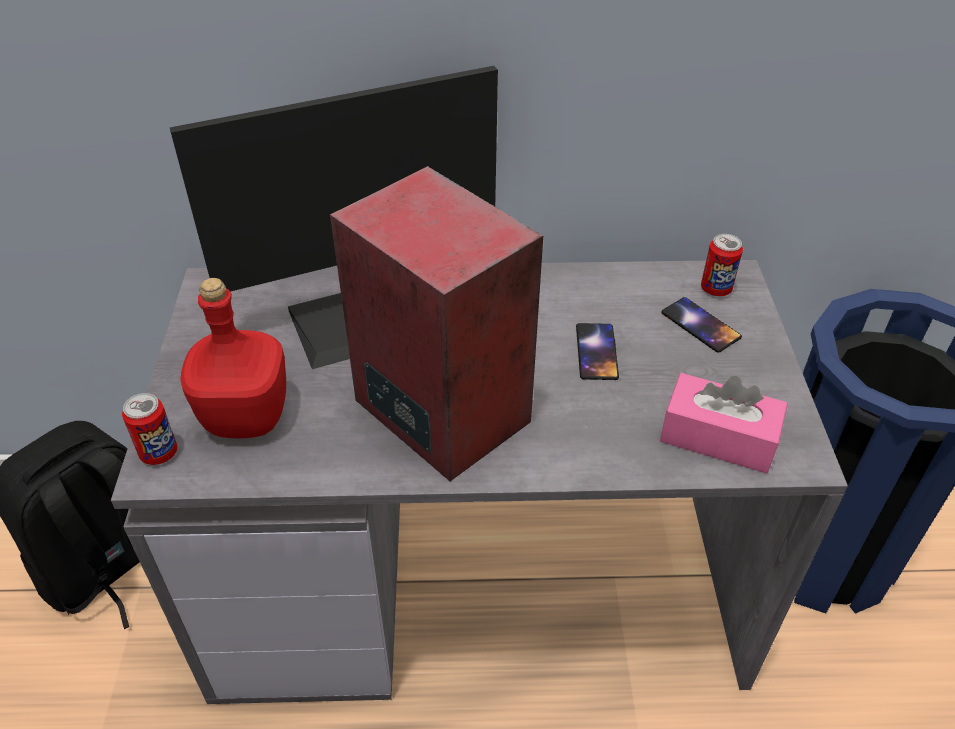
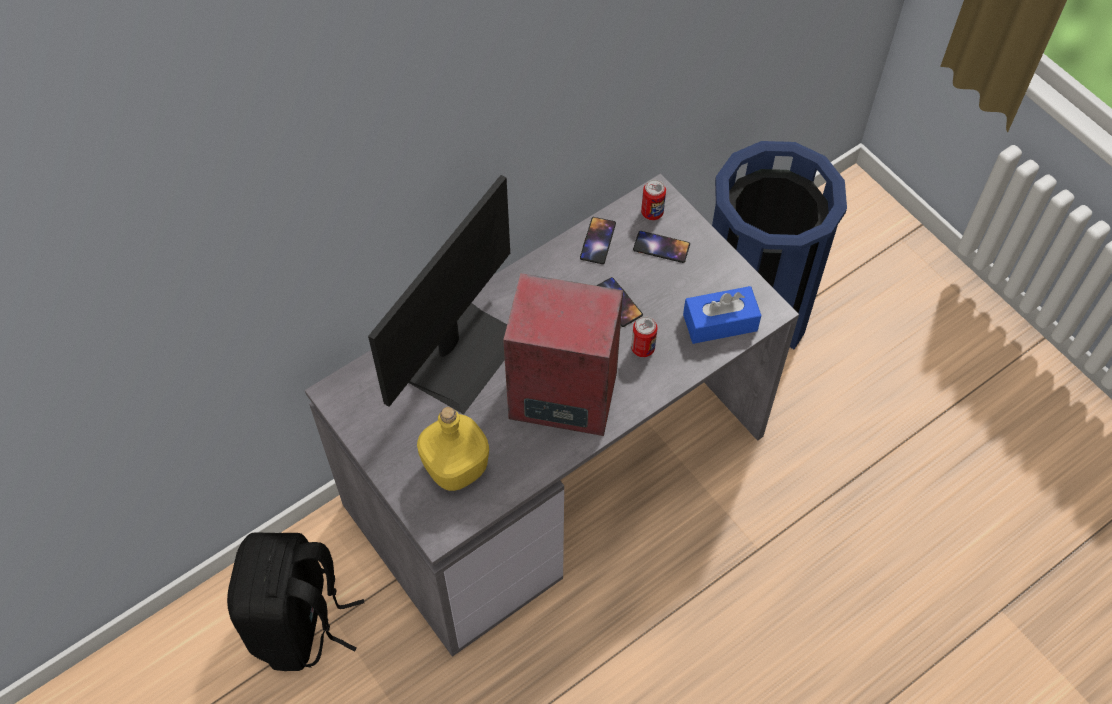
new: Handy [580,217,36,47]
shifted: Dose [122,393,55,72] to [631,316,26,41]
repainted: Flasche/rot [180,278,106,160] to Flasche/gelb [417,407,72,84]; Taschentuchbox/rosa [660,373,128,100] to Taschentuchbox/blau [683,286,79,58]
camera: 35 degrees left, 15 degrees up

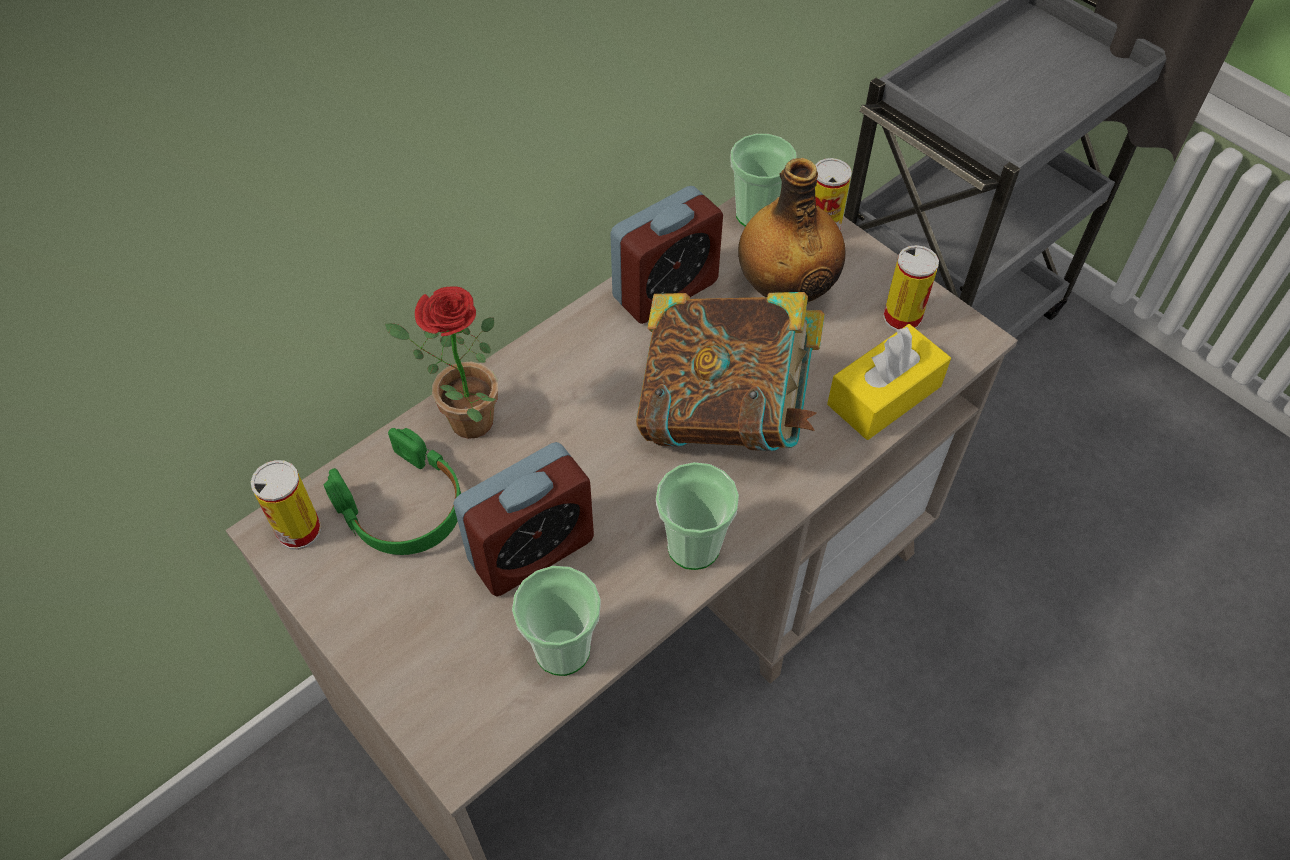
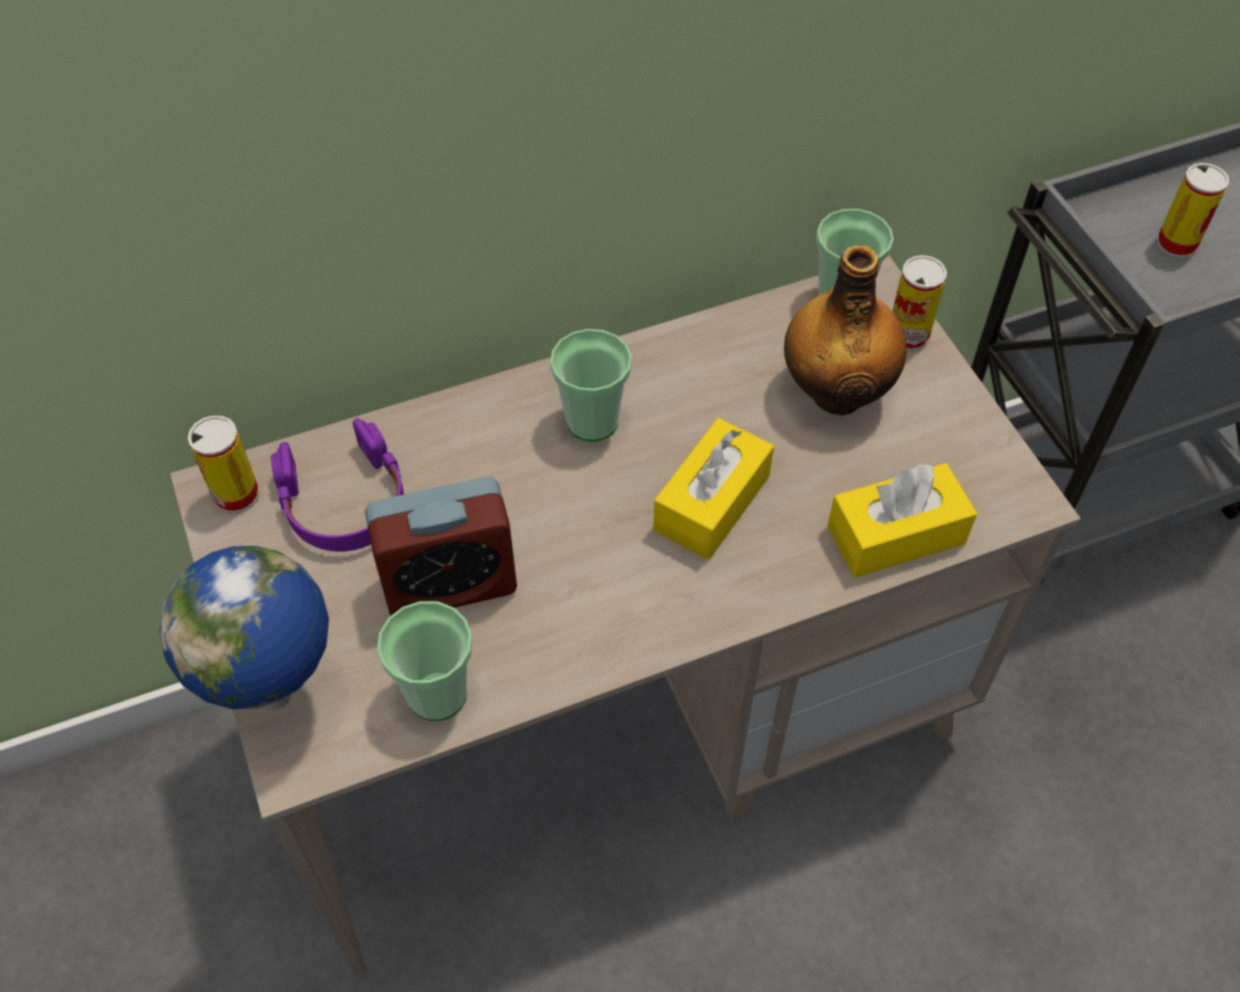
gone: Wecker [610,186,113,138]; Topfpflanze [385,286,113,153]
new: Globus [159,546,170,164]
shifted: Dose [883,245,56,86] to [1157,163,72,95]; Tasse [656,462,83,108] to [550,329,82,113]
swapped: Buch [636,292,189,159] to Taschentuchbox/gelb [653,418,121,142]
repainted: Kopfhörer/grün [324,428,137,127] to Kopfhörer/lila [271,418,133,134]
camera: 20 degrees right, 0 degrees up

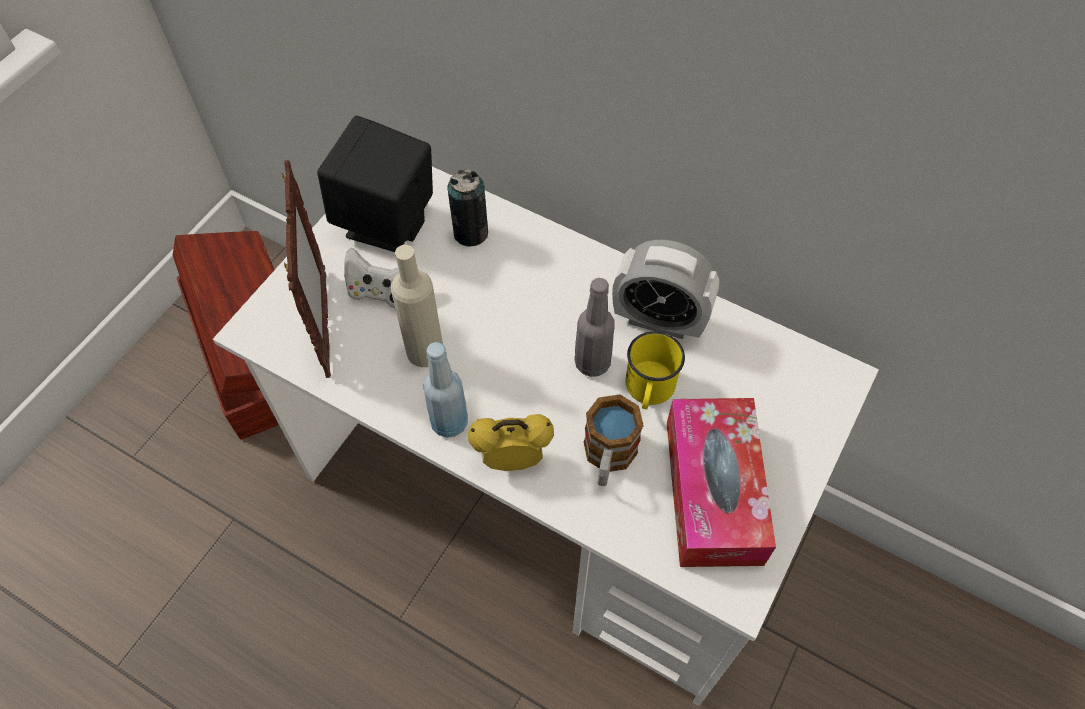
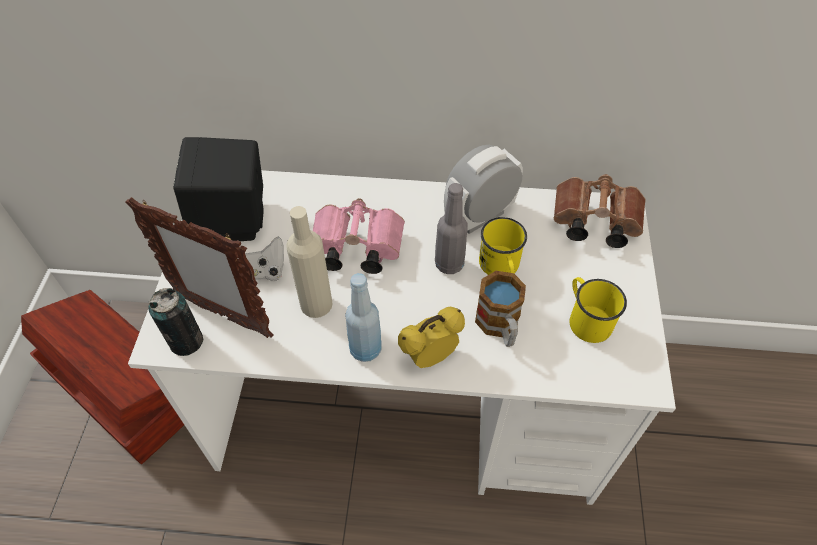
new: Fernglas/braun [554,174,92,74]; Fernglas/rosa [313,198,92,76]
shifted: Dose [448,170,40,77] to [148,288,55,68]
swapped: Taschentuchbox [667,398,109,169] to Henkelbecher/gelb [570,277,57,66]
rotated: Bilderrahmen [282,160,49,218] = [125,197,149,141] 150 degrees clockwise; Wecker [612,240,107,99] = [444,145,79,89] 150 degrees clockwise
camera: 25 degrees left, 5 degrees down

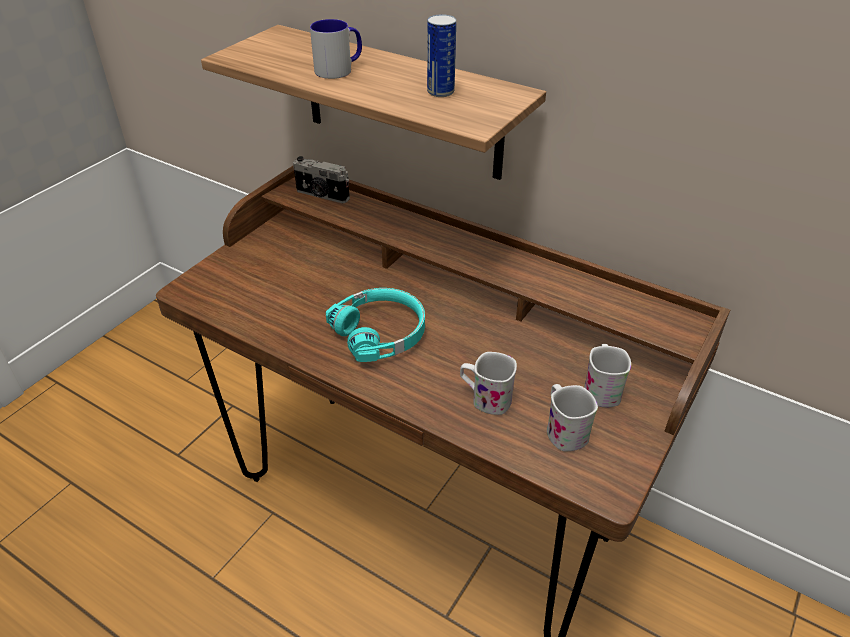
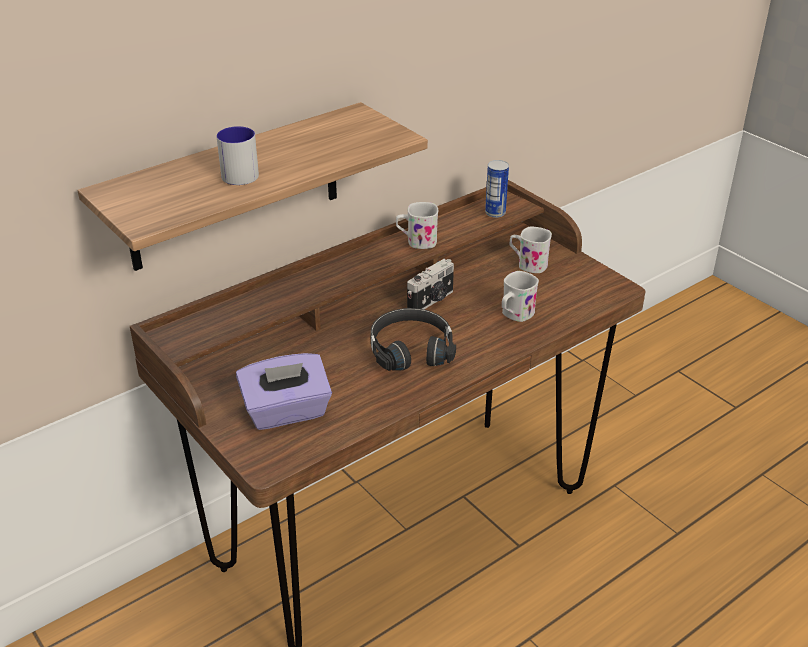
new: Taschentuchbox/lila [236,353,96,77]
shifted: Dose [427,14,29,83] to [485,160,24,58]; Kamera [293,156,57,47] to [407,259,47,50]; Henkelbecher/weiß [547,384,51,67] to [396,202,42,47]
repainted: Kopfhörer/türkis [326,288,99,74] to Kopfhörer/schwarz [370,308,86,63]
camera: 70 degrees left, 5 degrees down

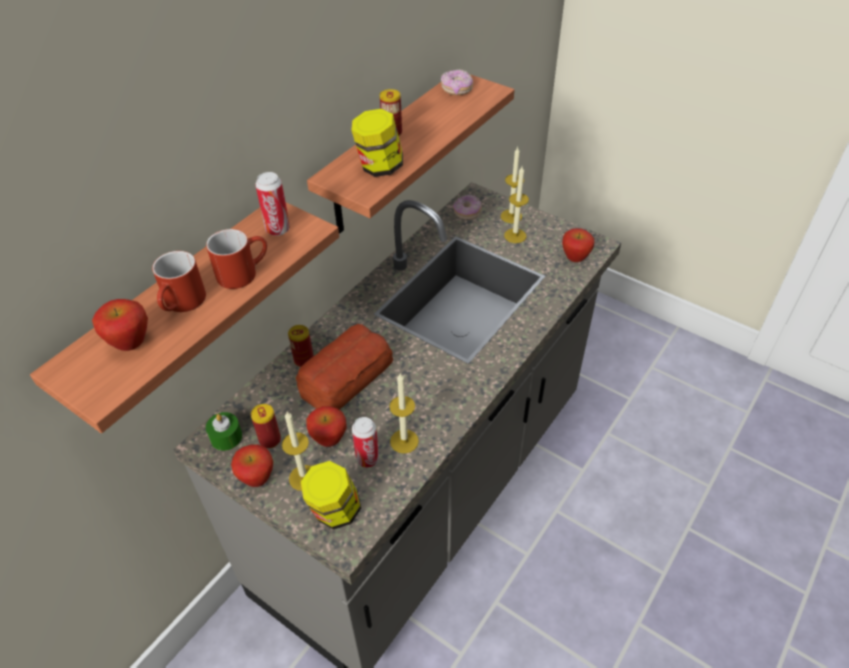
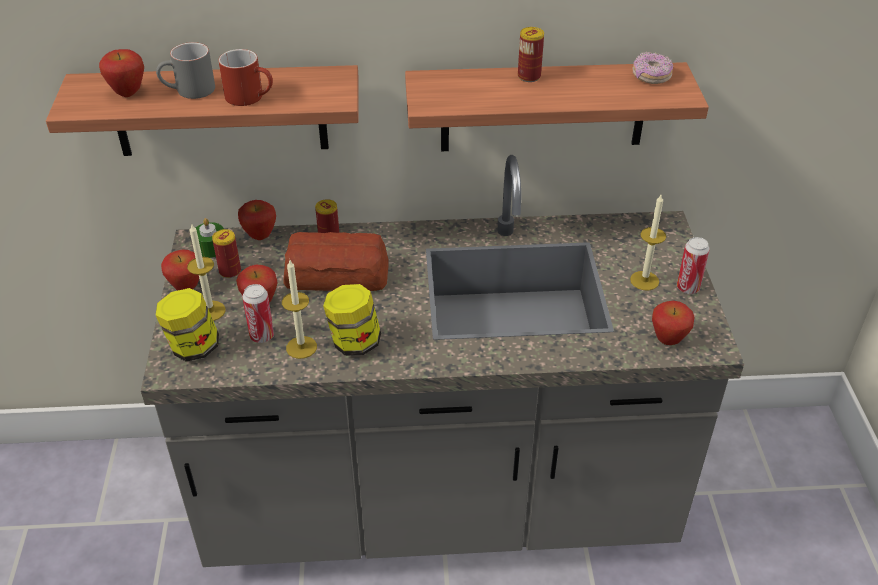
gone: Kerze [501,147,23,76]; Donut [453,194,29,26]
new: Apfel [238,200,38,40]
shifted: Vorratsglas [351,109,52,68] to [323,284,58,72]; Dose [255,172,35,64] to [677,237,33,57]
repainted: Henkelbecher/rot [152,251,54,61] to Henkelbecher/grau [156,42,59,57]
camera: 50 degrees right, 5 degrees down

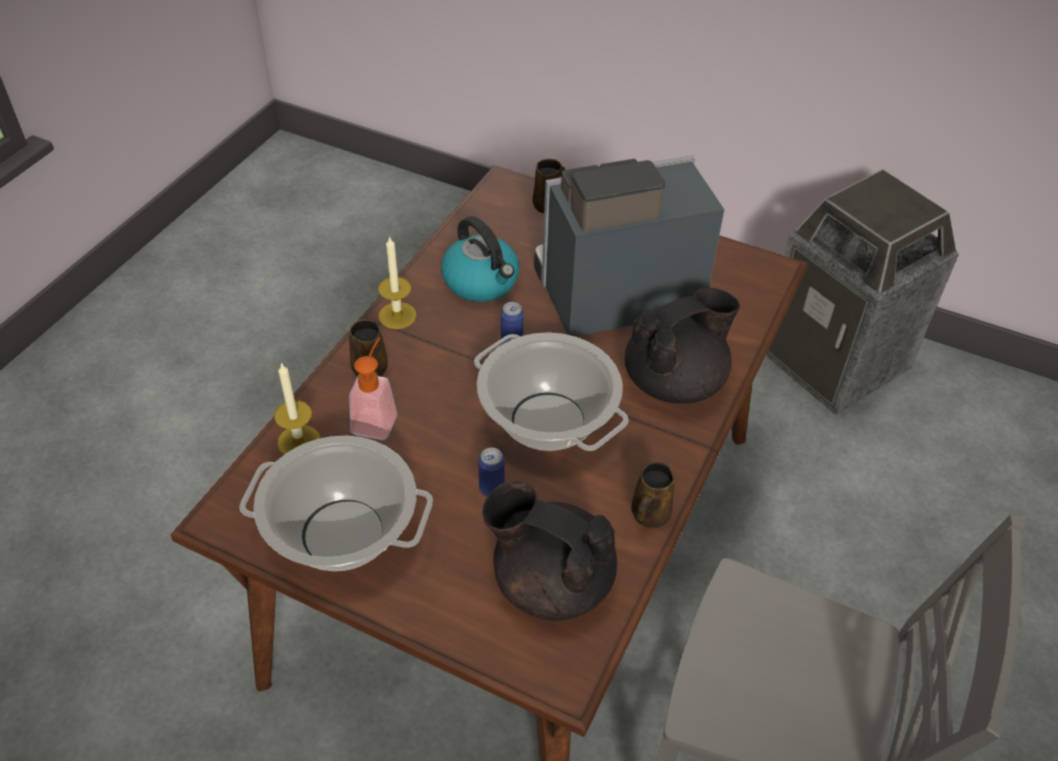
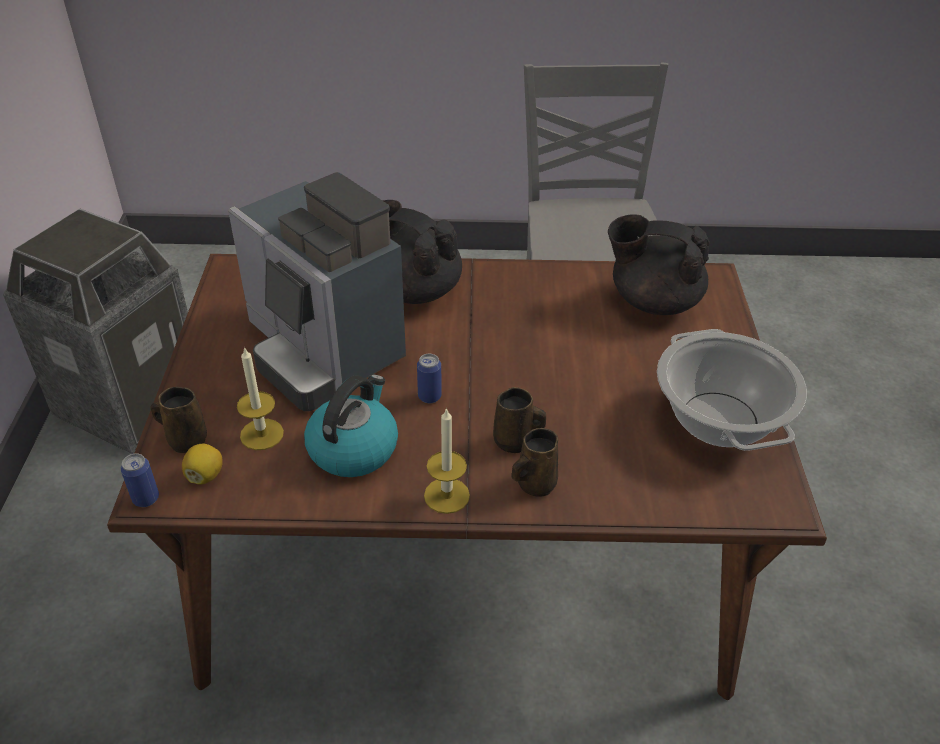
gone: Kochtopf [474,333,155,118]; Seifenspender [349,338,48,102]
new: Zitrone [182,444,41,41]
shifted: Kerze [274,362,46,93] to [237,346,47,104]; Dose [478,448,27,48] to [121,453,38,54]; Henkelbecher/braun [632,462,43,66] to [493,387,53,66]
rotated: Teekanne/schwarz [482,481,135,140] = [608,214,102,101] 105 degrees clockwise
camera: 115 degrees left, 5 degrees down

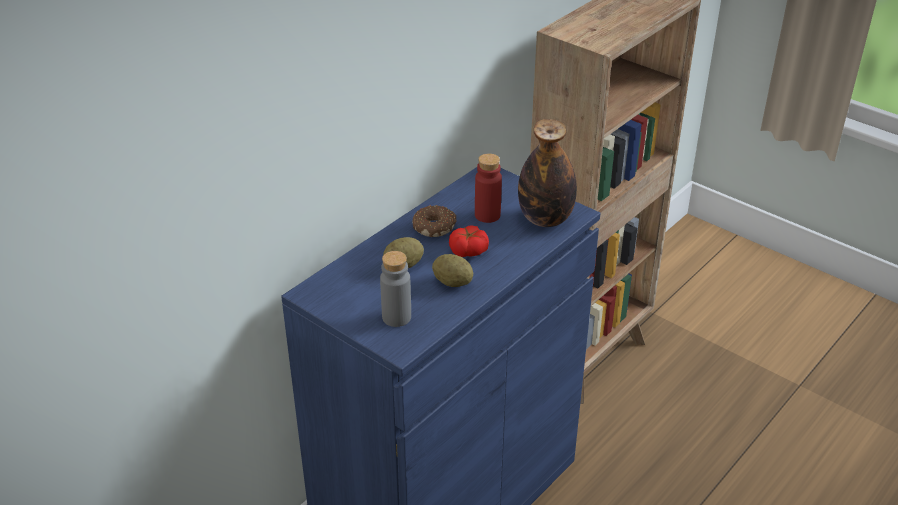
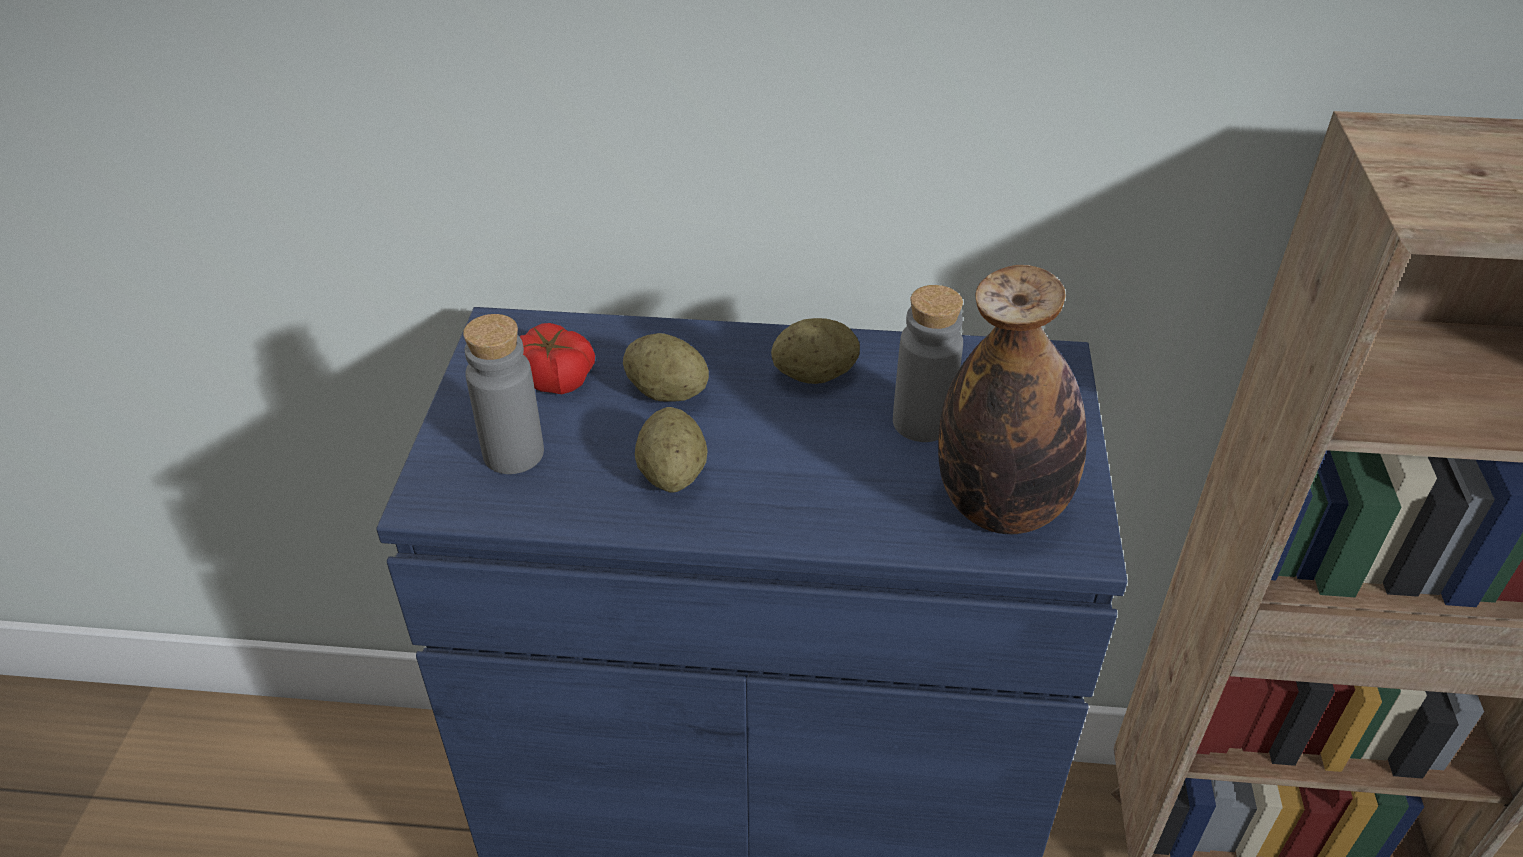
shifted: Tomate [449,225,40,32] to [519,323,76,71]
swapped: Donut [413,205,44,32] to Kartoffel [771,318,89,66]
repainted: Flasche/rot [475,153,27,70] to Flasche/grau [893,285,70,157]
camera: 55 degrees right, 5 degrees up

